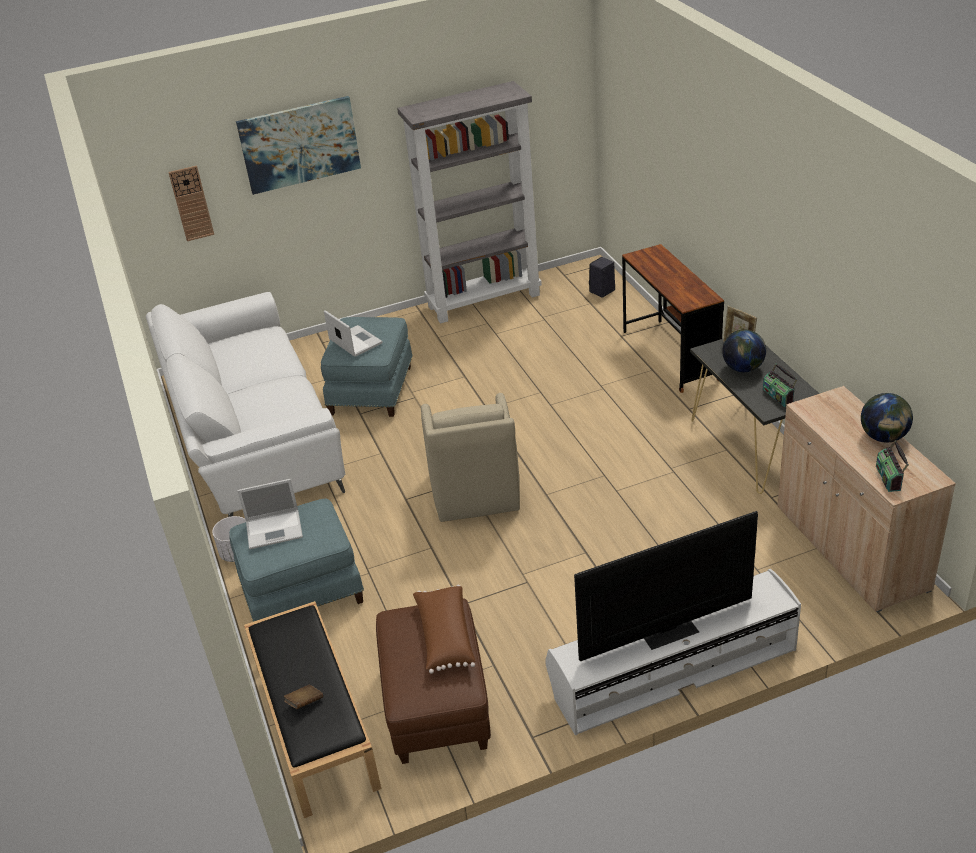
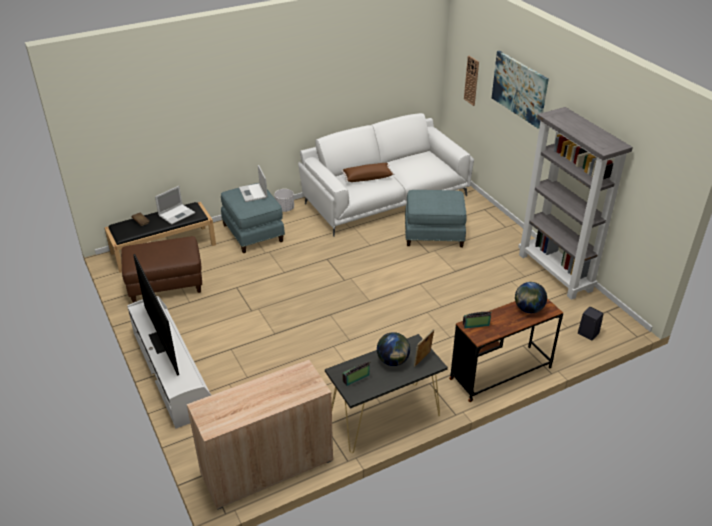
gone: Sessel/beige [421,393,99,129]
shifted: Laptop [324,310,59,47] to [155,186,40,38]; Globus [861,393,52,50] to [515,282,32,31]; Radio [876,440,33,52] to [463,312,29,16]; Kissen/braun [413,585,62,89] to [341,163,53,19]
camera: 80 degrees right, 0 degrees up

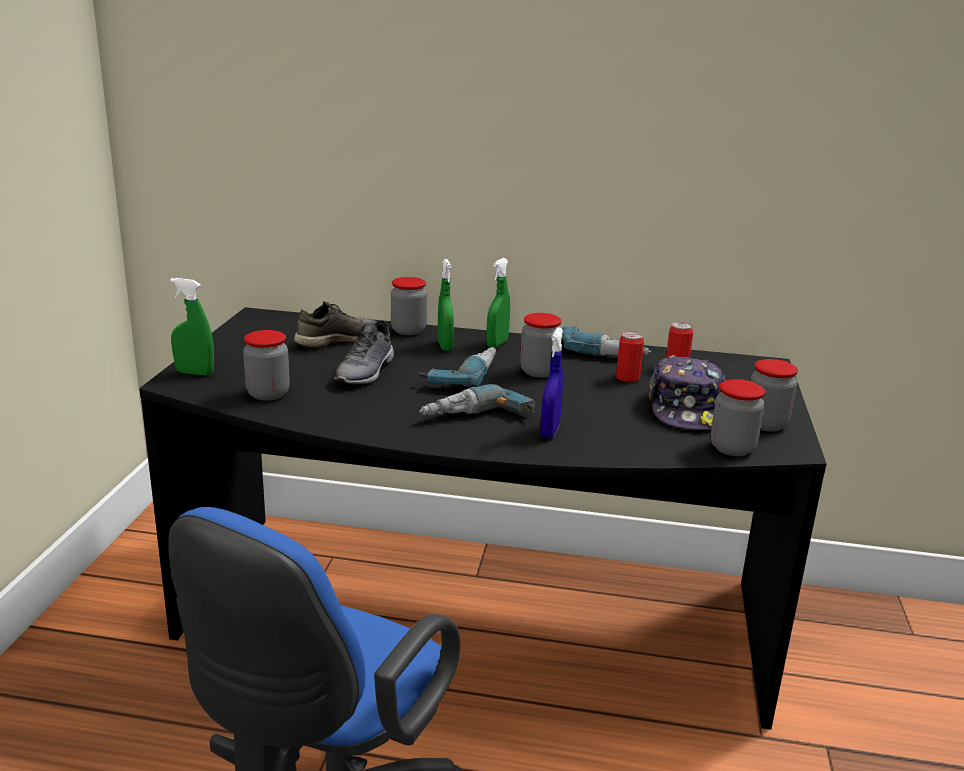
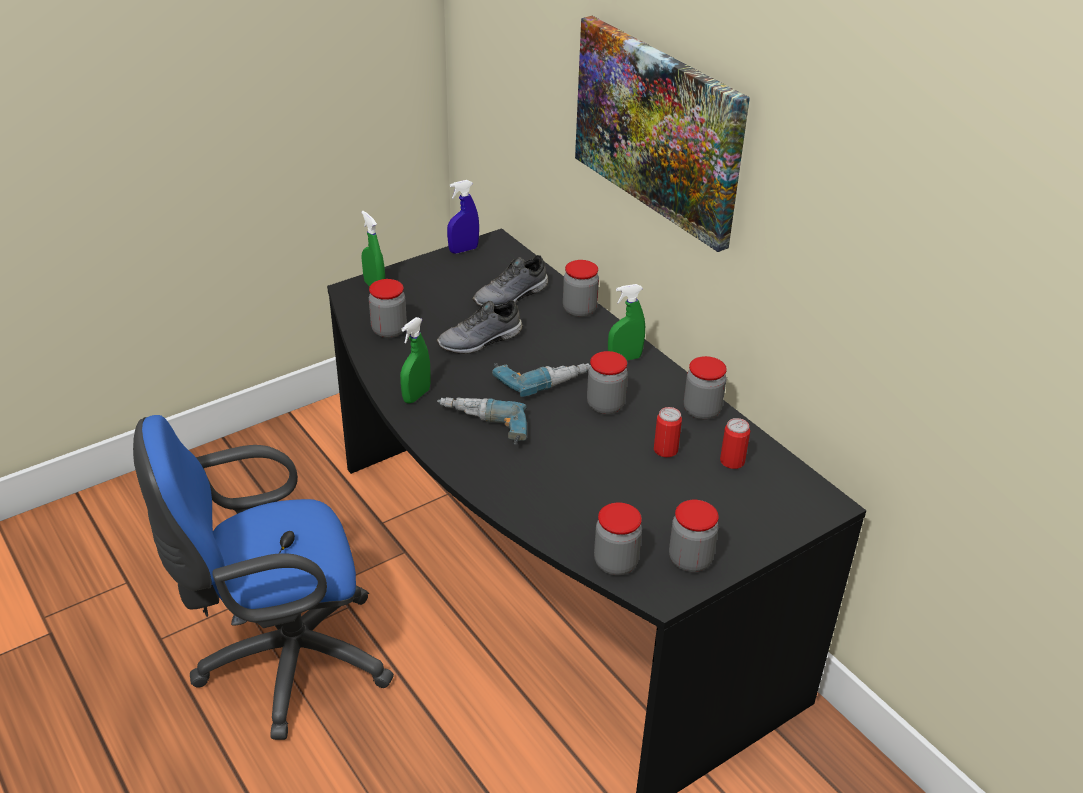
gone: Kappe [649,355,76,75]
new: Bild [575,16,175,236]
shifted: Sprühflasche/grün [437,259,17,92] to [400,317,31,87]; Sprühflasche/blau [540,327,23,111] to [447,180,32,74]
swapped: Bohrmaschine [562,326,89,30] to Vorratsglas [684,356,43,64]
rotated: Schuh/grau [294,301,83,47] = [472,255,76,51] 135 degrees clockwise
camera: 45 degrees right, 15 degrees up

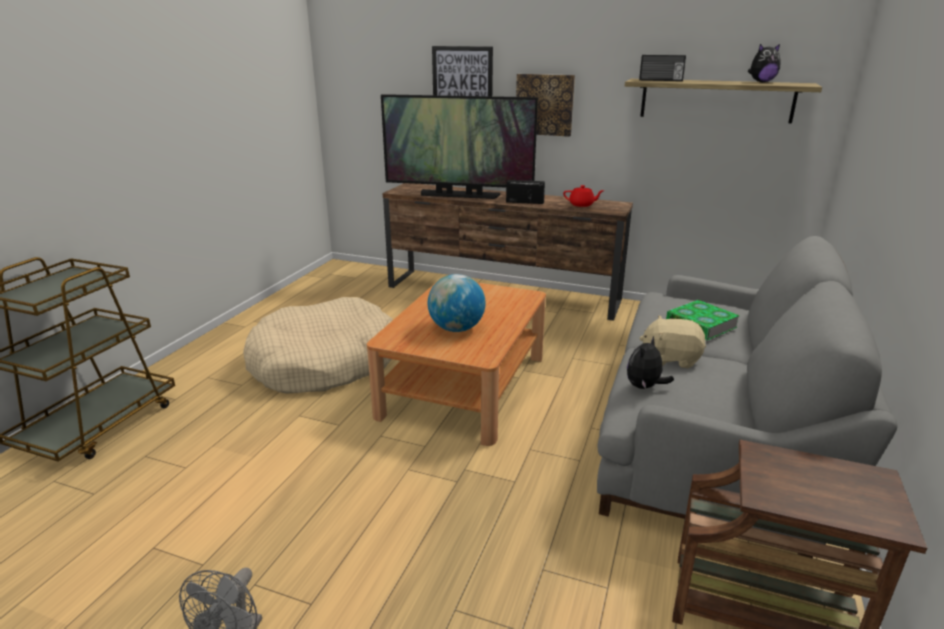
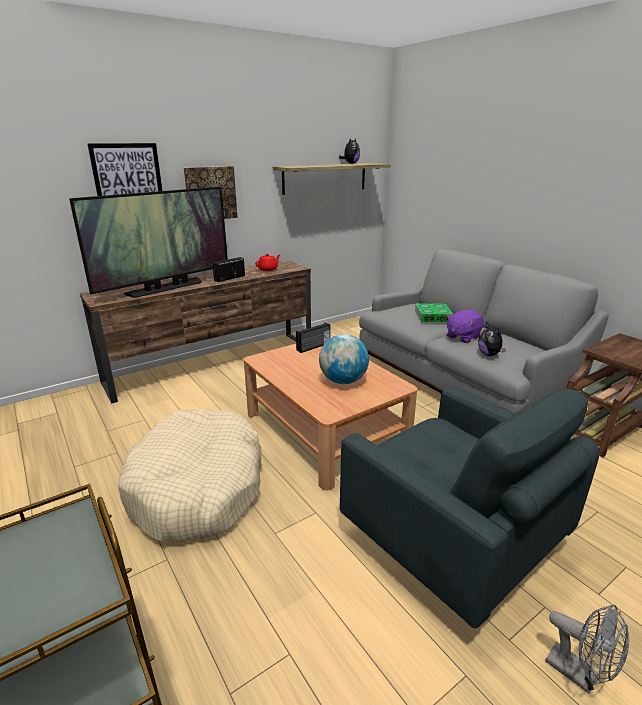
new: Sessel/grau [340,386,260,243]
shifted: Radio [639,55,47,26] to [296,323,34,30]
repainted: Plüschtier/beige [639,315,67,53] to Plüschtier/lila [446,310,38,33]
camera: 55 degrees left, 0 degrees up

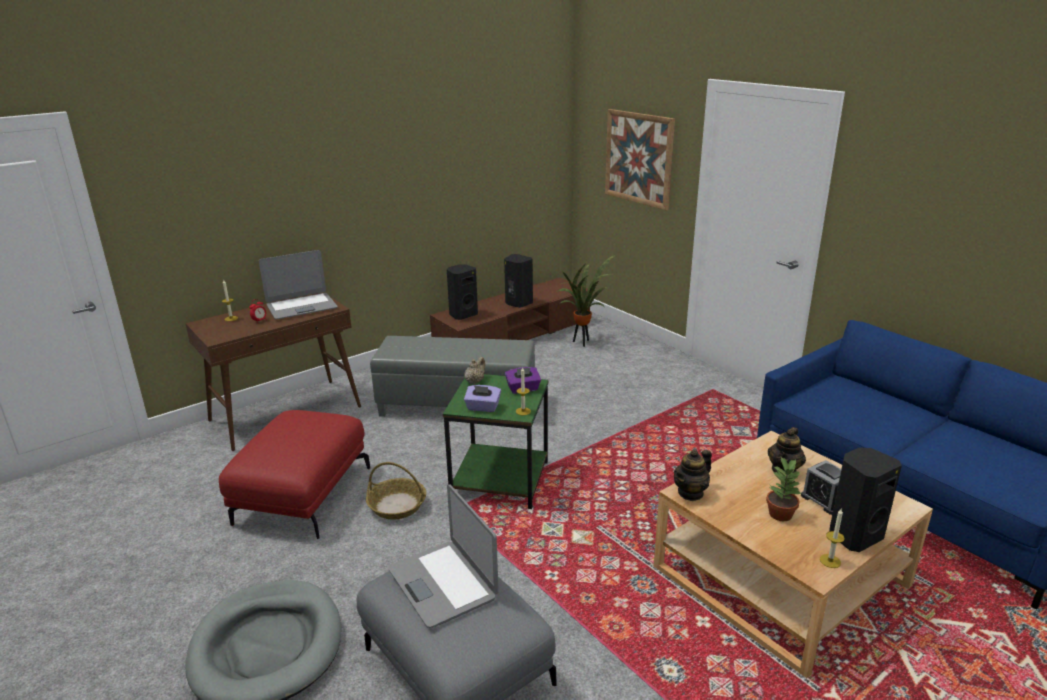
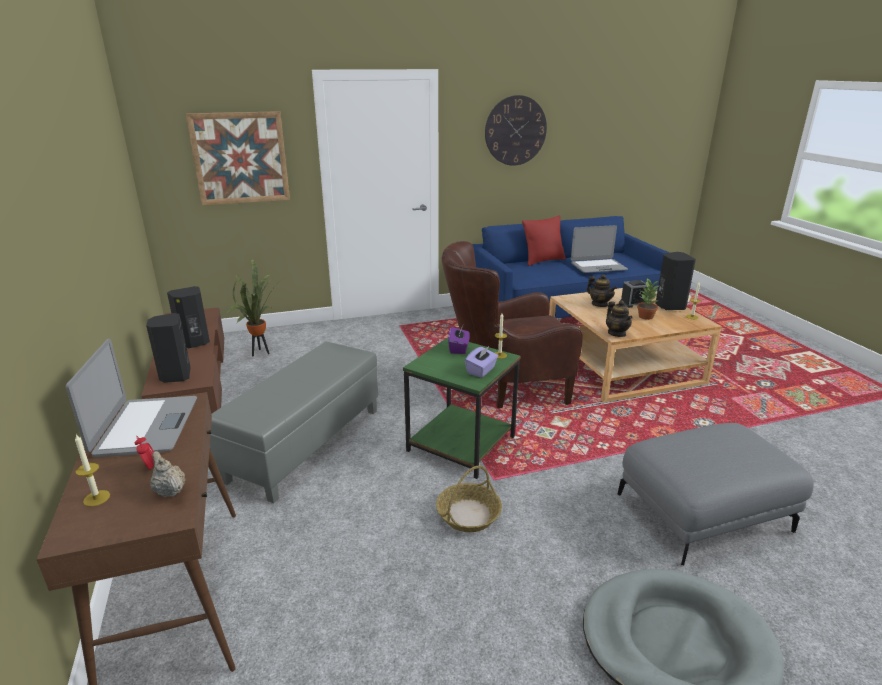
gone: Polsterhocker/rot [219,410,151,129]
new: Wanduhr [485,95,62,71]; Kissen/rot [522,215,44,51]; Sessel/braun [442,241,141,167]
shifted: Teekanne/beige [464,357,21,28] to [150,451,36,46]; Laptop [388,484,111,144] to [571,225,57,48]
camera: 70 degrees left, 0 degrees up

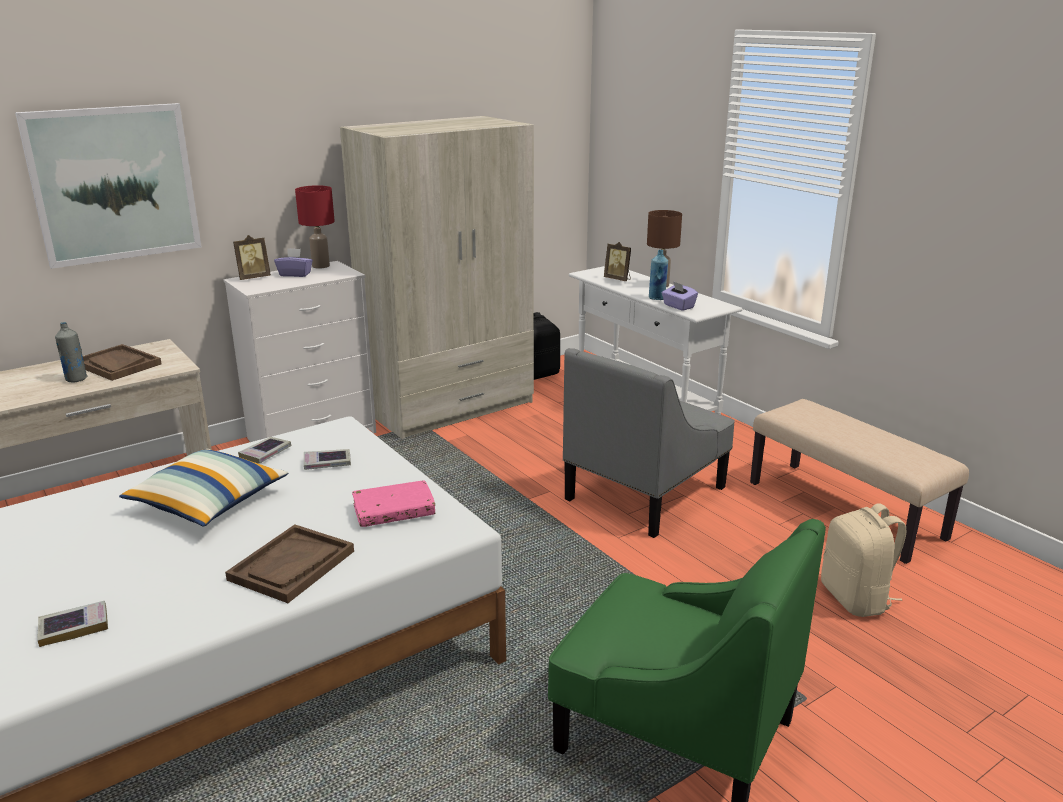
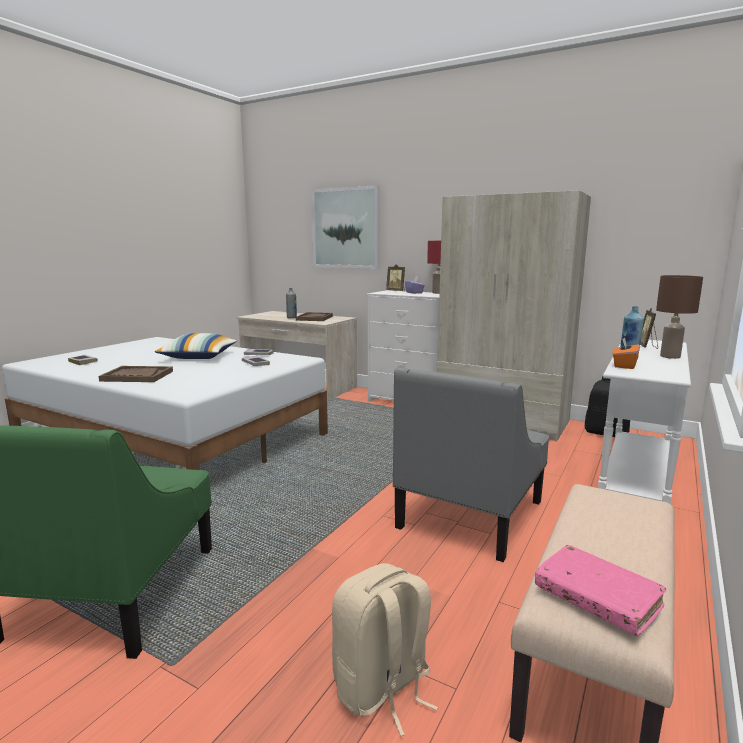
shifted: Buch/rosa [352,480,83,47] to [535,545,131,91]
repainted: Taschentuchbox/lila [662,281,36,30] to Taschentuchbox/orange [613,337,27,32]
rotated: Sessel/grau [563,348,172,190] = [393,368,156,194] 75 degrees counterclockwise
camera: 65 degrees right, 10 degrees down

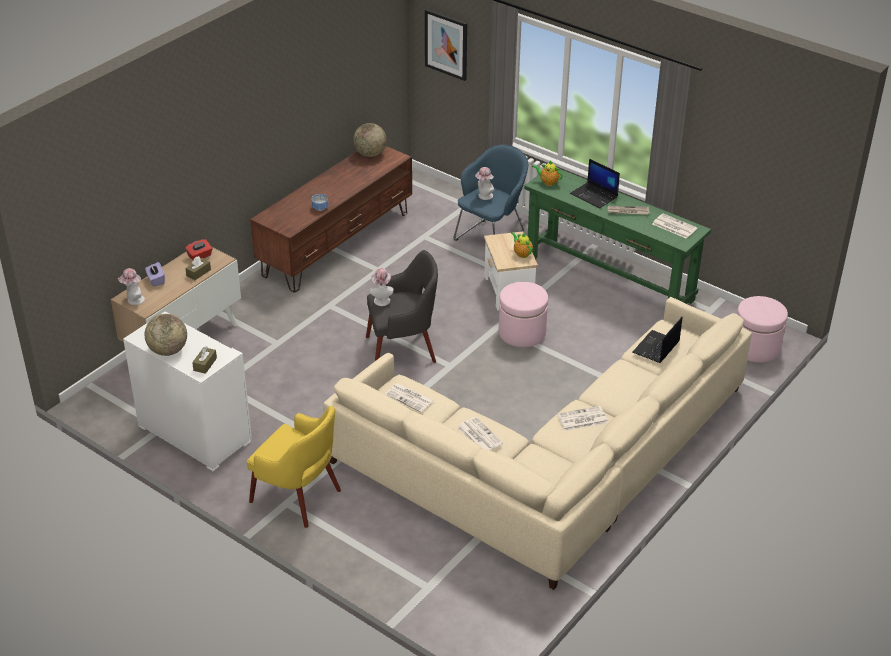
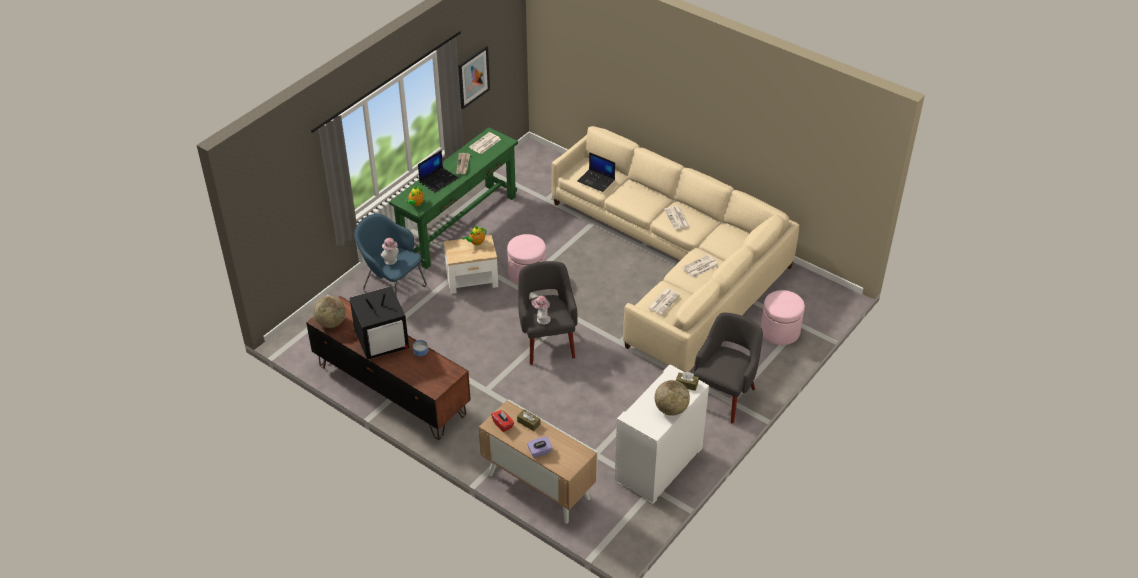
gone: Hut [118,268,27,37]
new: Fernseher [350,286,59,74]
shifted: Bild [425,9,42,72] to [458,46,32,63]; Polsterhocker/rosa [737,296,51,67] to [761,290,44,55]
repainted: Sessel/gelb [247,406,94,122] to Sessel/grau [694,313,69,111]
camera: 90 degrees left, 5 degrees up

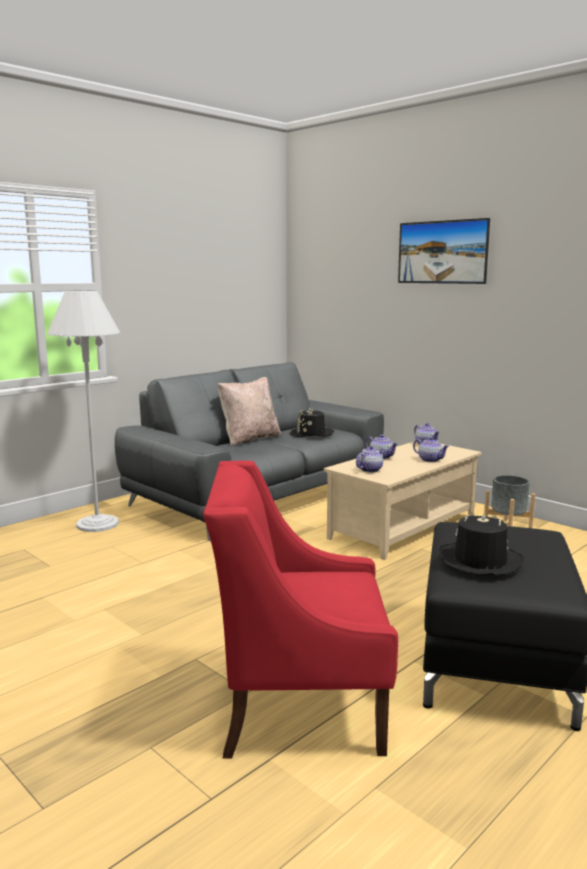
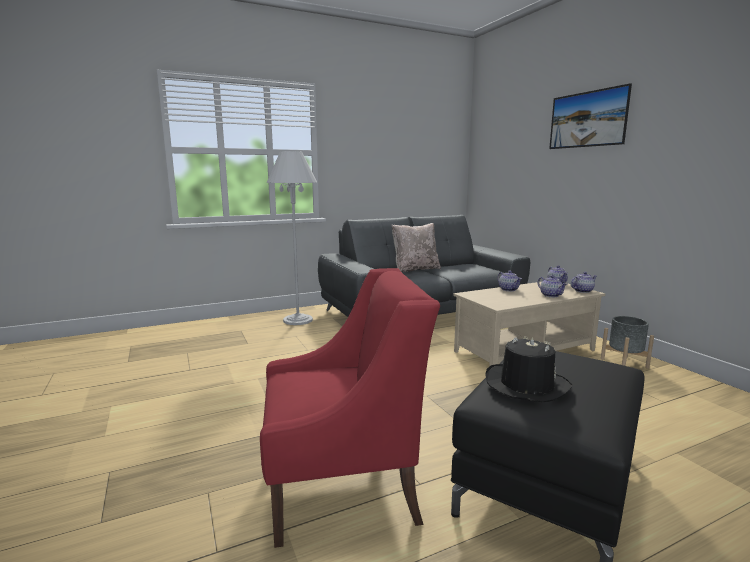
gone: Hut/schwarz [290,408,44,29]
shifted: Teekanne [356,446,29,27] to [571,272,26,21]
rotated: Sessel/rot [203,461,195,298] = [260,268,180,280] 150 degrees clockwise
camera: 20 degrees right, 0 degrees up

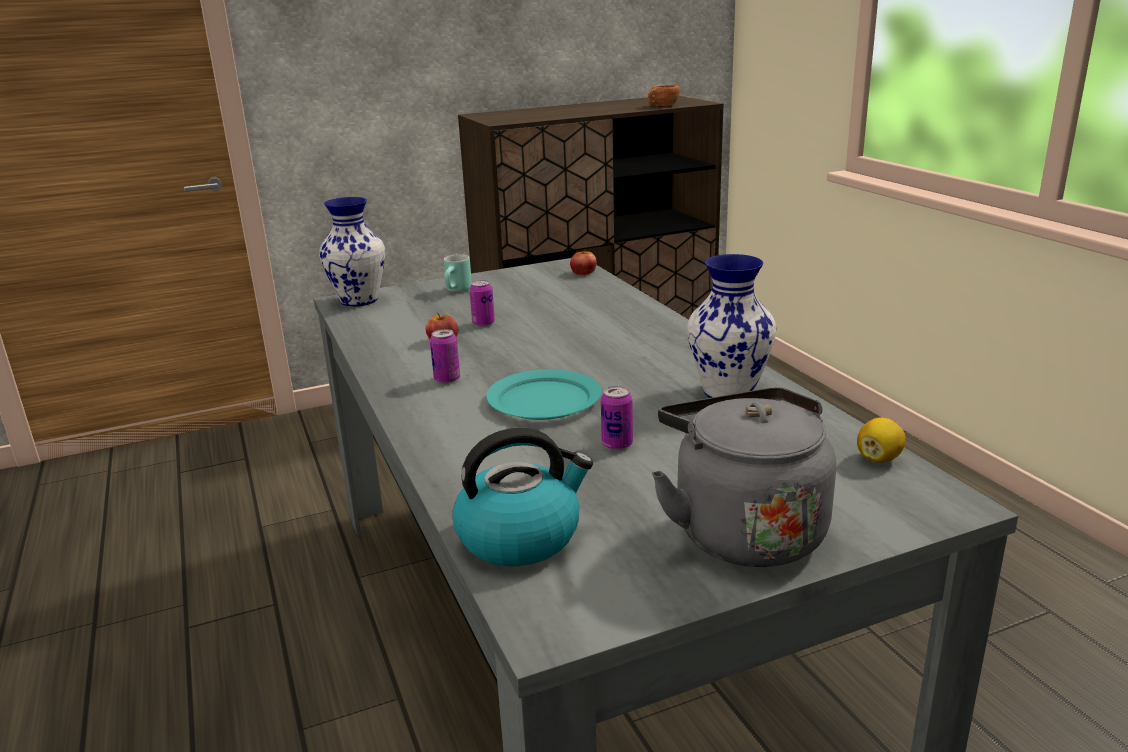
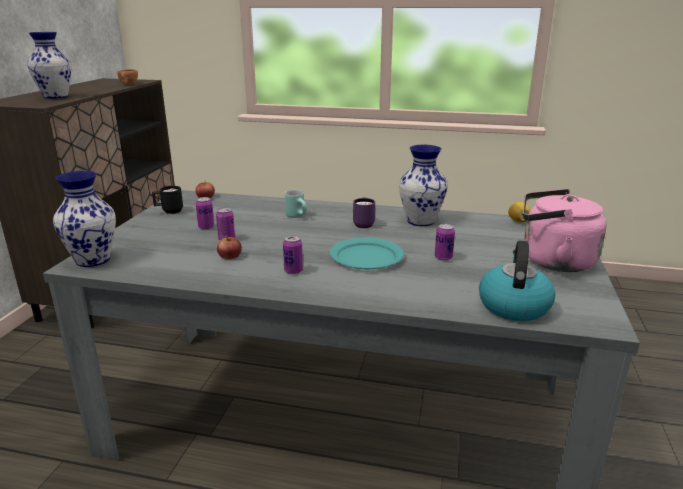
new: Vase [27,32,44,67]; Henkelbecher/schwarz [152,186,31,28]; Dose [196,197,18,33]; Henkelbecher/lila [353,197,22,31]
shifted: Henkelbecher/türkis [444,254,28,38] to [285,190,22,28]
repainted: Wasserkessel/grau [652,387,184,180] to Wasserkessel/rosa [523,189,84,83]
camera: 55 degrees left, 0 degrees up

